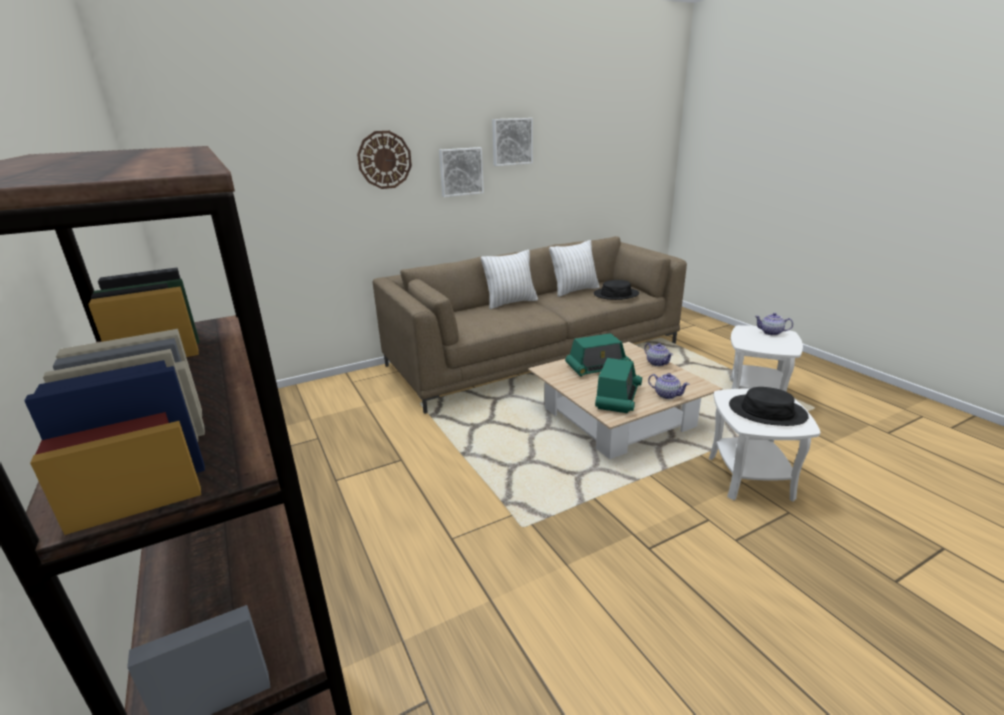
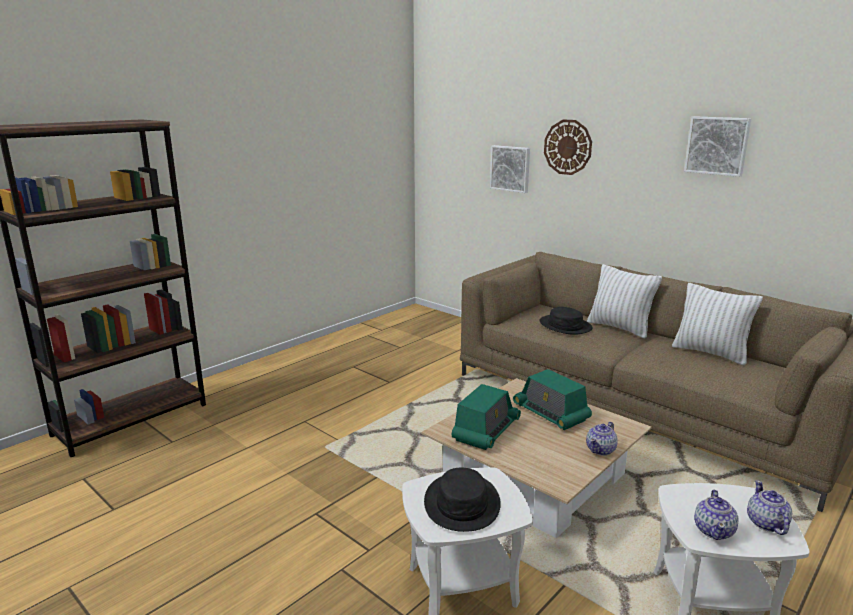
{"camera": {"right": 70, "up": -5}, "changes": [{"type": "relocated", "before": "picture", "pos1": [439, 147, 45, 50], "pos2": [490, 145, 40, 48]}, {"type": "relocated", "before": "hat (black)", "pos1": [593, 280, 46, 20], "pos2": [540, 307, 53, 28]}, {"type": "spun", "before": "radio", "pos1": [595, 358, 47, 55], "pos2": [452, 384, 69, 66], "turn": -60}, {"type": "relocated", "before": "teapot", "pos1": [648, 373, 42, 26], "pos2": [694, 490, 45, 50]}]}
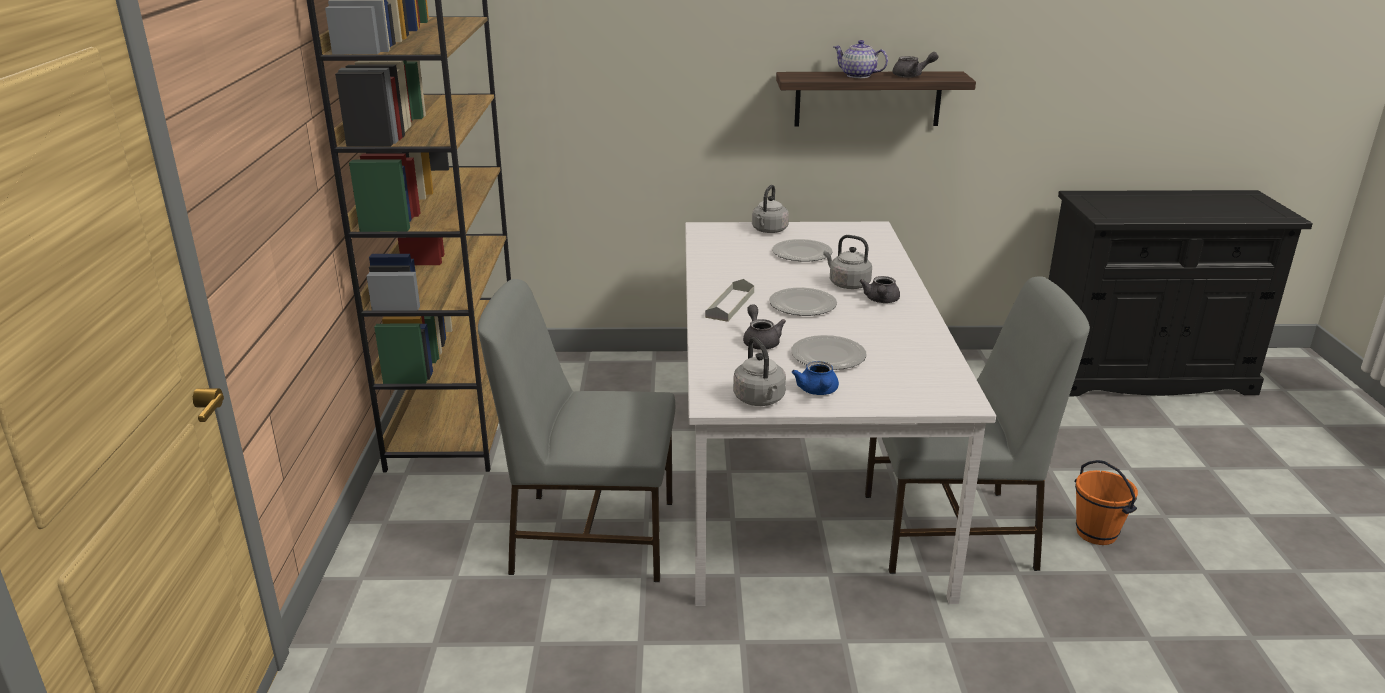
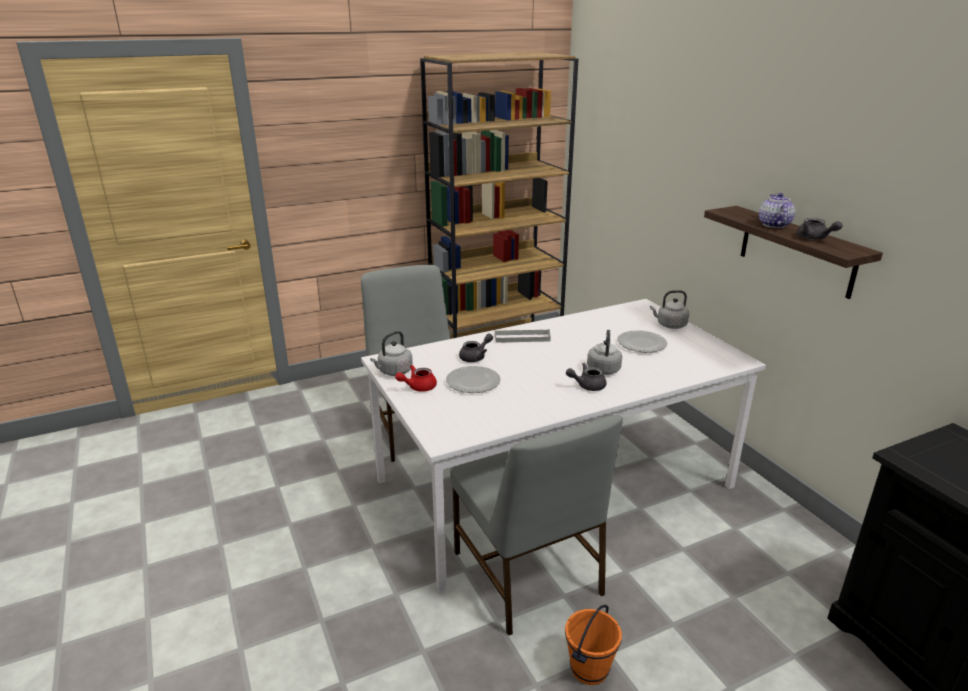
{"camera": {"right": 65, "up": 0}, "changes": [{"type": "missing", "before": "plate", "pos1": [769, 288, 68, 28]}, {"type": "colour", "before": "teapot (blue)", "after": "teapot (red)", "pos1": [792, 361, 47, 34], "pos2": [395, 365, 42, 27]}]}
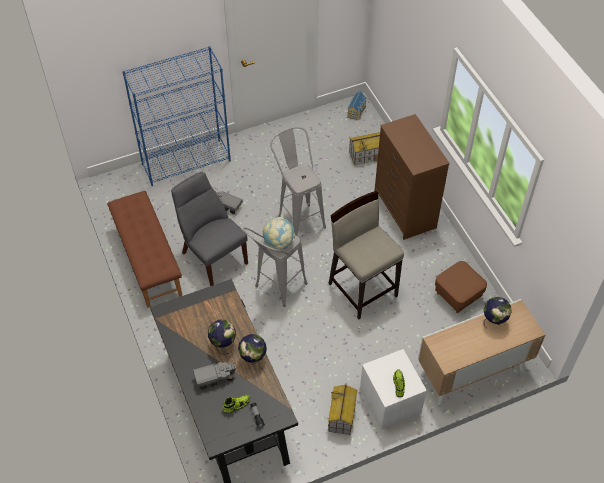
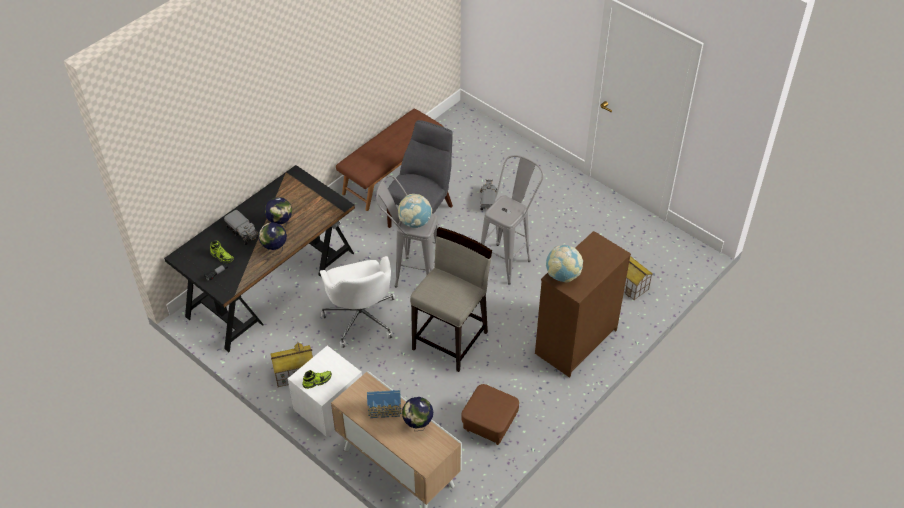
{"camera": {"right": 65, "up": -5}, "changes": [{"type": "missing", "before": "bookcase (blue)", "pos1": [122, 46, 109, 140]}, {"type": "relocated", "before": "toy house", "pos1": [347, 91, 20, 29], "pos2": [367, 390, 35, 28]}, {"type": "appeared", "after": "globe", "pos2": [546, 245, 37, 37]}, {"type": "appeared", "after": "office chair (white)", "pos2": [320, 256, 75, 92]}]}
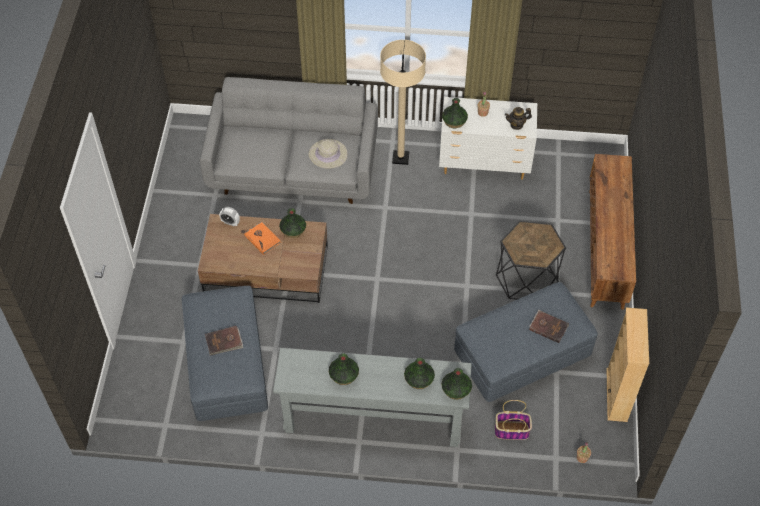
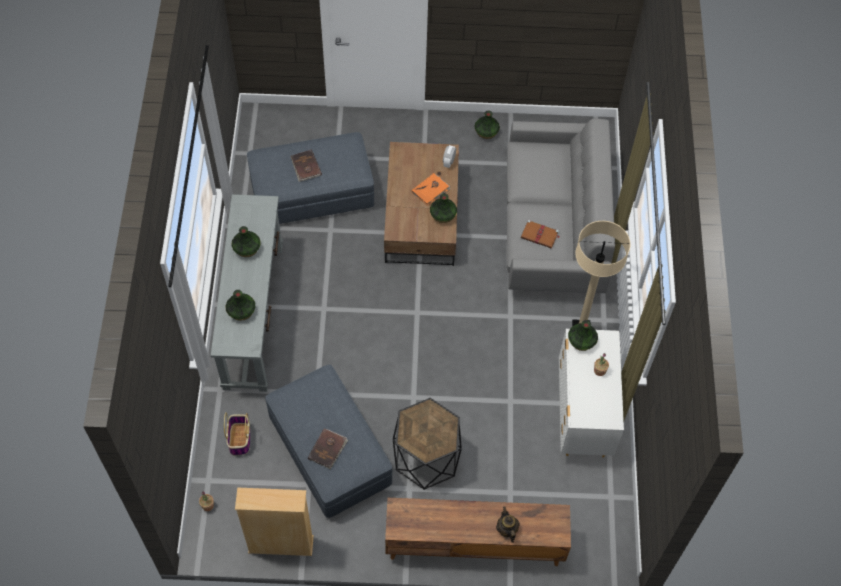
{"camera": {"right": 85, "up": 5}, "changes": [{"type": "relocated", "before": "teapot", "pos1": [505, 107, 27, 23], "pos2": [496, 506, 24, 37]}, {"type": "exchanged", "before": "hat (beige)", "after": "book (brown)", "pos1": [309, 139, 39, 30], "pos2": [521, 220, 39, 28]}, {"type": "relocated", "before": "vase", "pos1": [441, 368, 31, 32], "pos2": [474, 110, 26, 29]}]}
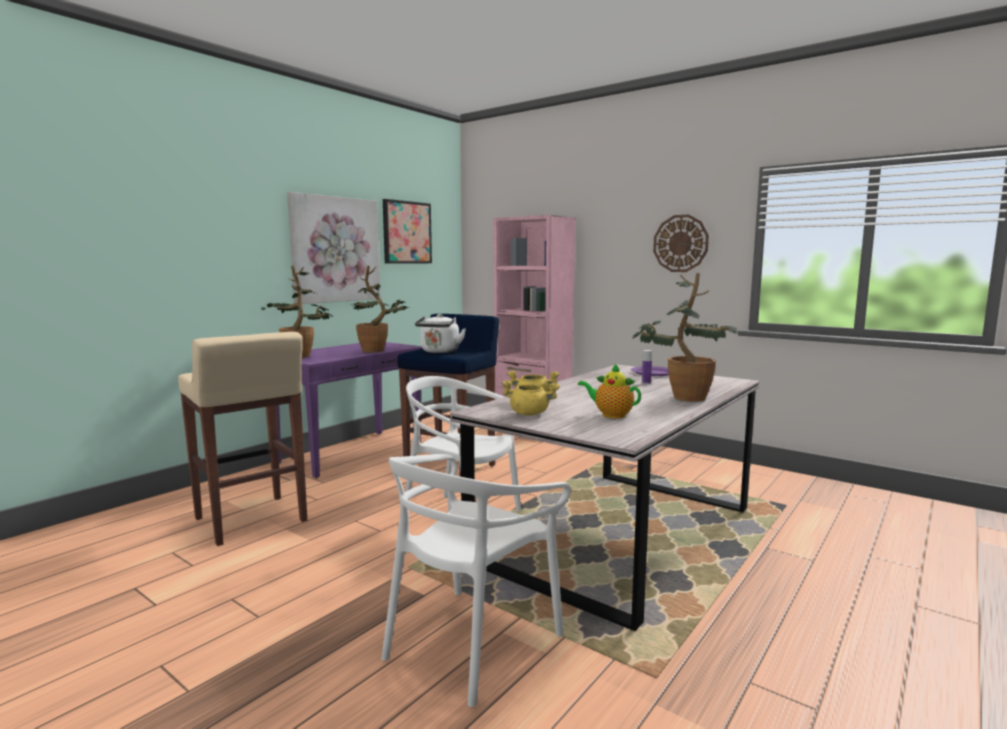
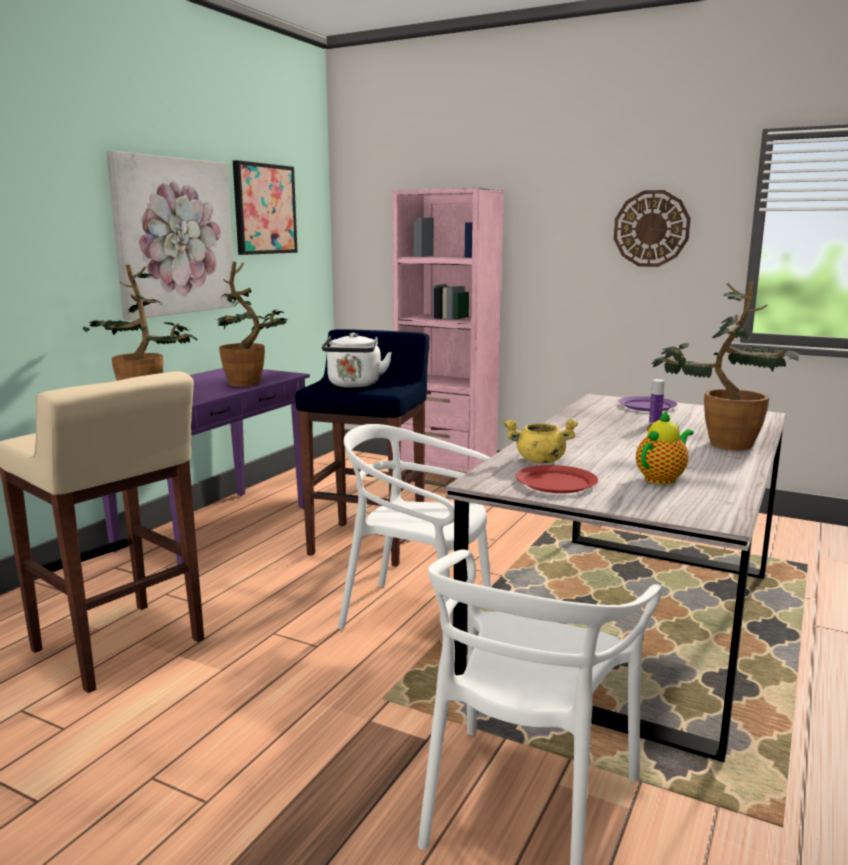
{"camera": {"right": -10, "up": 5}, "changes": [{"type": "spun", "before": "teapot", "pos1": [578, 364, 63, 55], "pos2": [636, 410, 58, 74], "turn": 120}, {"type": "exchanged", "before": "cooking pot (yellow)", "after": "plate (red)", "pos1": [501, 380, 59, 36], "pos2": [516, 465, 82, 28]}]}
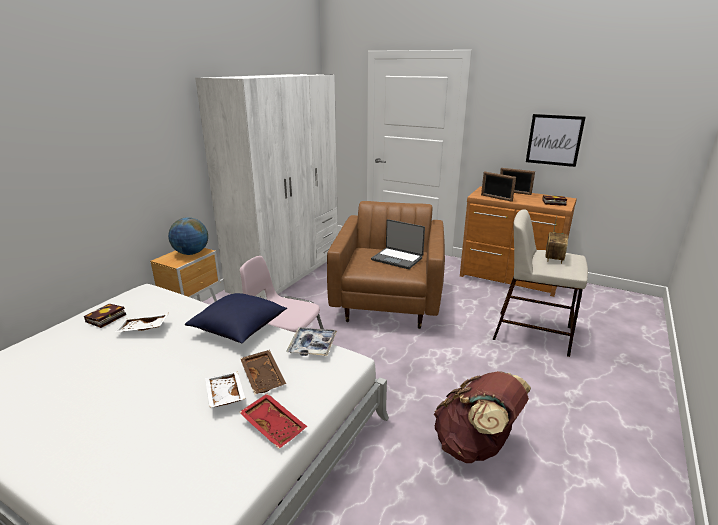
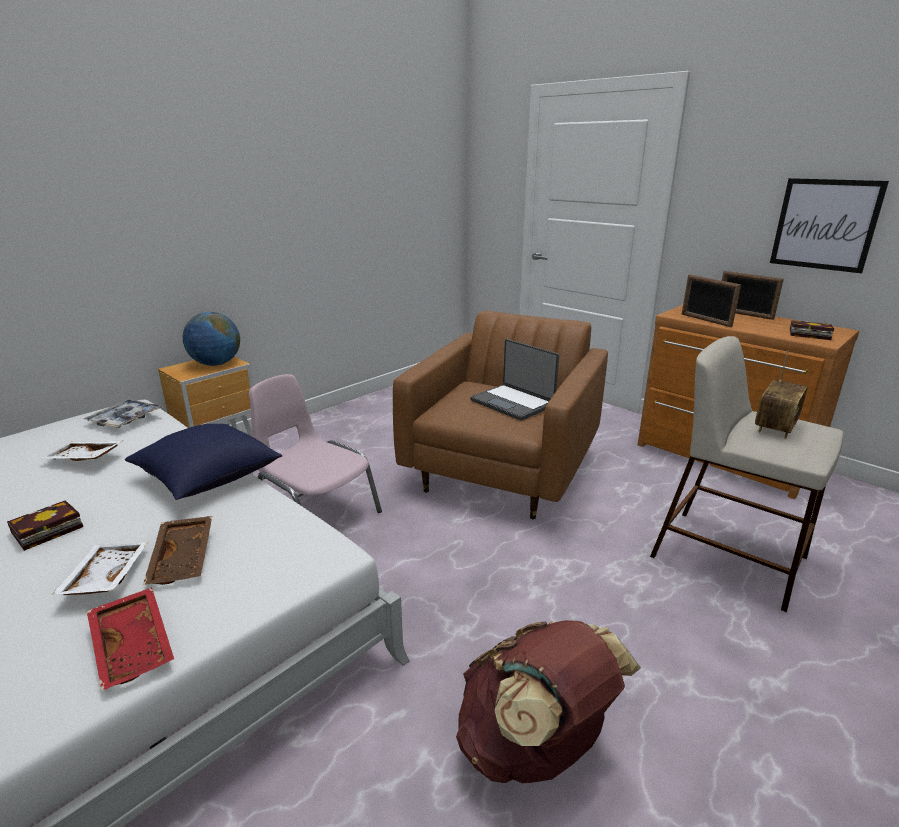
{"camera": {"right": 15, "up": 0}, "changes": [{"type": "missing", "before": "wardrobe (white)", "pos1": [195, 74, 143, 226]}, {"type": "relocated", "before": "book", "pos1": [84, 304, 42, 24], "pos2": [7, 500, 76, 51]}, {"type": "relocated", "before": "tray", "pos1": [287, 327, 50, 29], "pos2": [84, 399, 79, 29]}]}
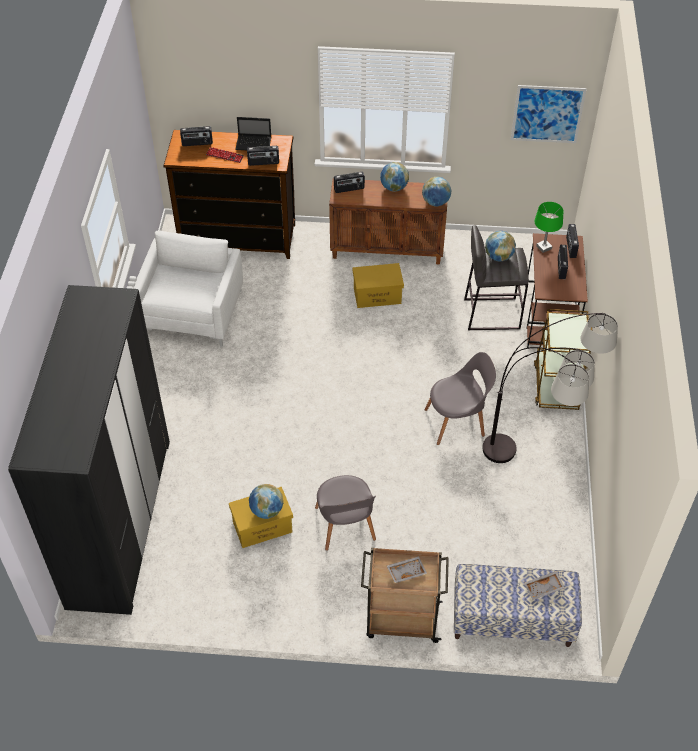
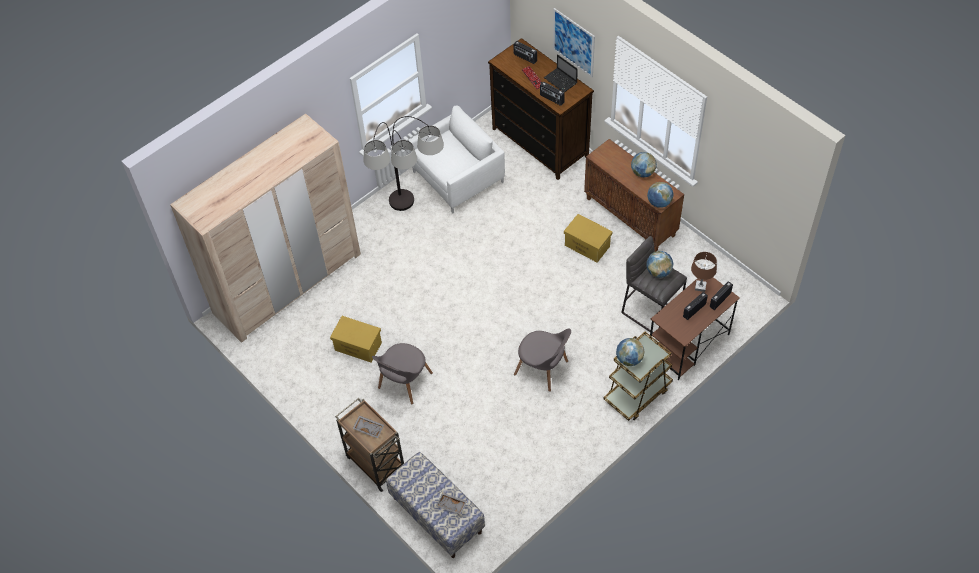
{"camera": {"right": 45, "up": 5}, "changes": [{"type": "relocated", "before": "picture", "pos1": [511, 85, 76, 58], "pos2": [553, 8, 42, 69]}, {"type": "missing", "before": "radio", "pos1": [334, 172, 31, 21]}, {"type": "colour", "before": "table lamp (green)", "after": "table lamp (brown)", "pos1": [535, 202, 28, 51], "pos2": [691, 252, 26, 40]}, {"type": "colour", "before": "wardrobe (black)", "after": "wardrobe (beige)", "pos1": [8, 285, 162, 330], "pos2": [170, 114, 191, 229]}, {"type": "relocated", "before": "floor lamp", "pos1": [482, 313, 136, 150], "pos2": [363, 116, 81, 95]}, {"type": "relocated", "before": "globe", "pos1": [249, 484, 34, 35], "pos2": [616, 338, 29, 28]}]}
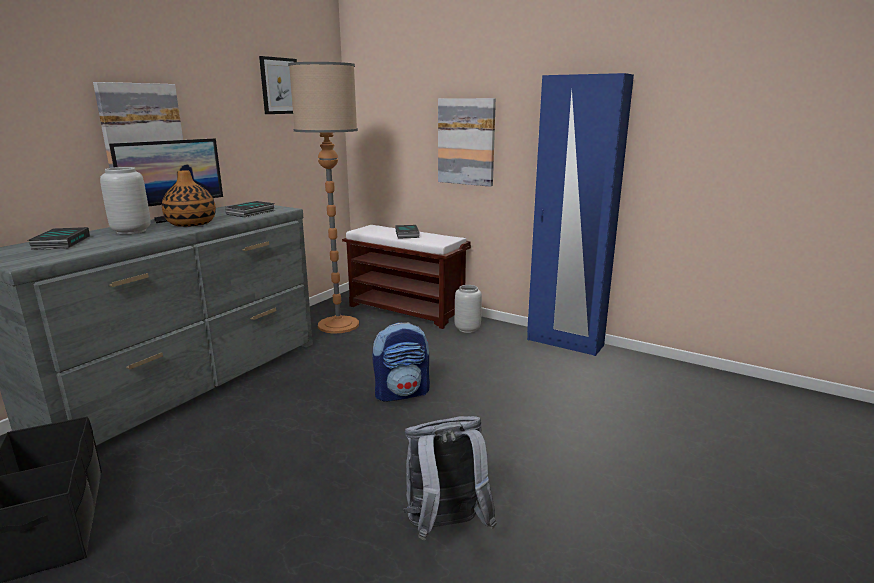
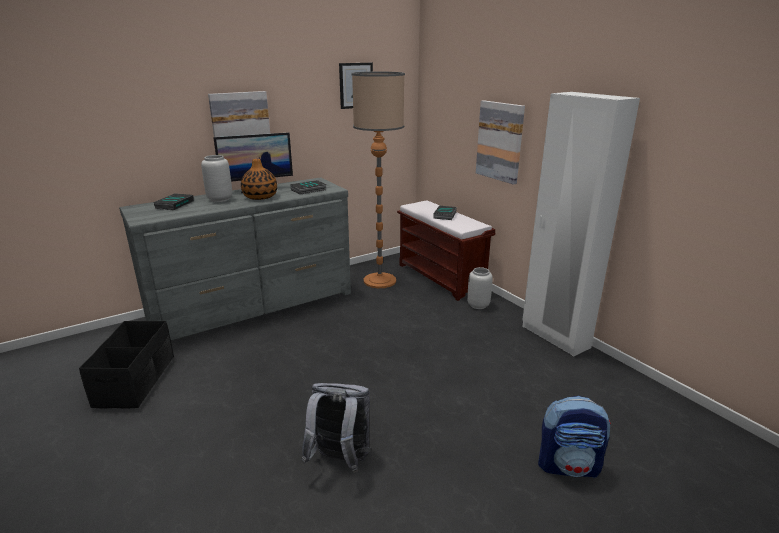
{"camera": {"right": 25, "up": 5}, "changes": [{"type": "colour", "before": "wardrobe (blue)", "after": "wardrobe (white)", "pos1": [527, 73, 107, 283], "pos2": [522, 92, 118, 265]}, {"type": "relocated", "before": "backpack", "pos1": [372, 322, 58, 80], "pos2": [538, 396, 73, 82]}]}
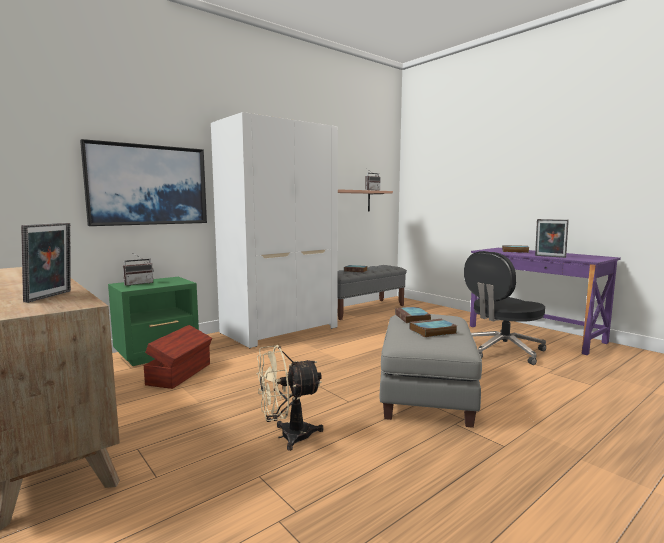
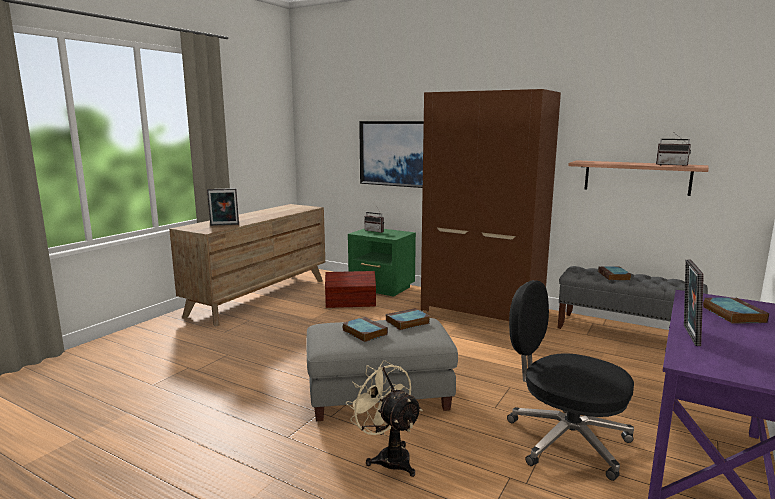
{"camera": {"right": 70, "up": 5}, "changes": [{"type": "colour", "before": "wardrobe (white)", "after": "wardrobe (brown)", "pos1": [211, 112, 127, 236], "pos2": [421, 89, 140, 232]}, {"type": "relocated", "before": "fan (beige)", "pos1": [257, 345, 67, 106], "pos2": [346, 360, 77, 117]}]}
